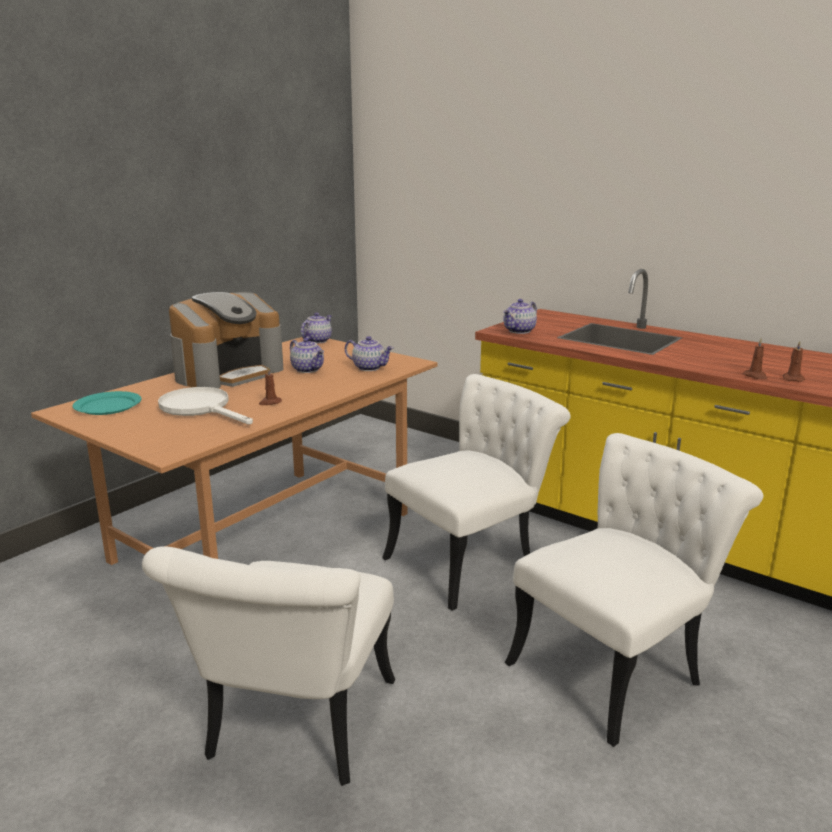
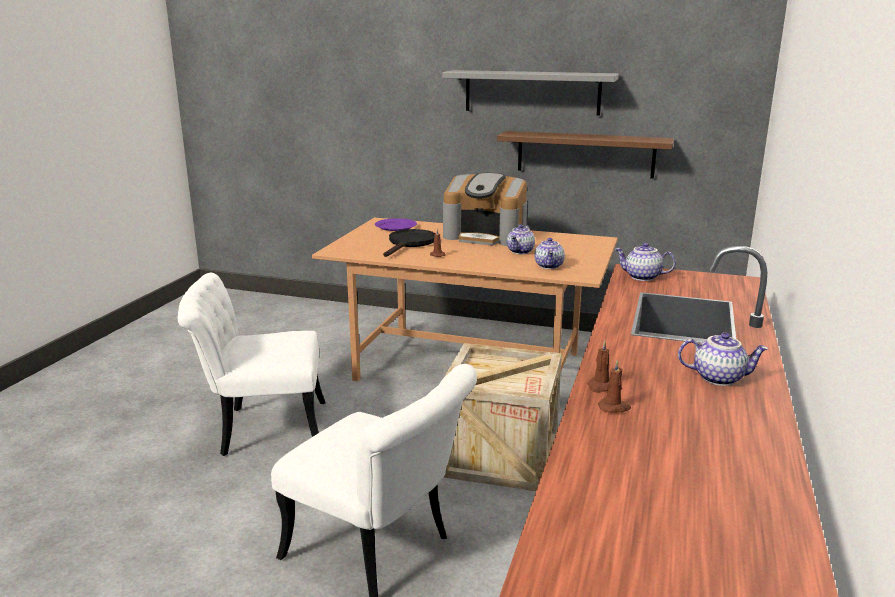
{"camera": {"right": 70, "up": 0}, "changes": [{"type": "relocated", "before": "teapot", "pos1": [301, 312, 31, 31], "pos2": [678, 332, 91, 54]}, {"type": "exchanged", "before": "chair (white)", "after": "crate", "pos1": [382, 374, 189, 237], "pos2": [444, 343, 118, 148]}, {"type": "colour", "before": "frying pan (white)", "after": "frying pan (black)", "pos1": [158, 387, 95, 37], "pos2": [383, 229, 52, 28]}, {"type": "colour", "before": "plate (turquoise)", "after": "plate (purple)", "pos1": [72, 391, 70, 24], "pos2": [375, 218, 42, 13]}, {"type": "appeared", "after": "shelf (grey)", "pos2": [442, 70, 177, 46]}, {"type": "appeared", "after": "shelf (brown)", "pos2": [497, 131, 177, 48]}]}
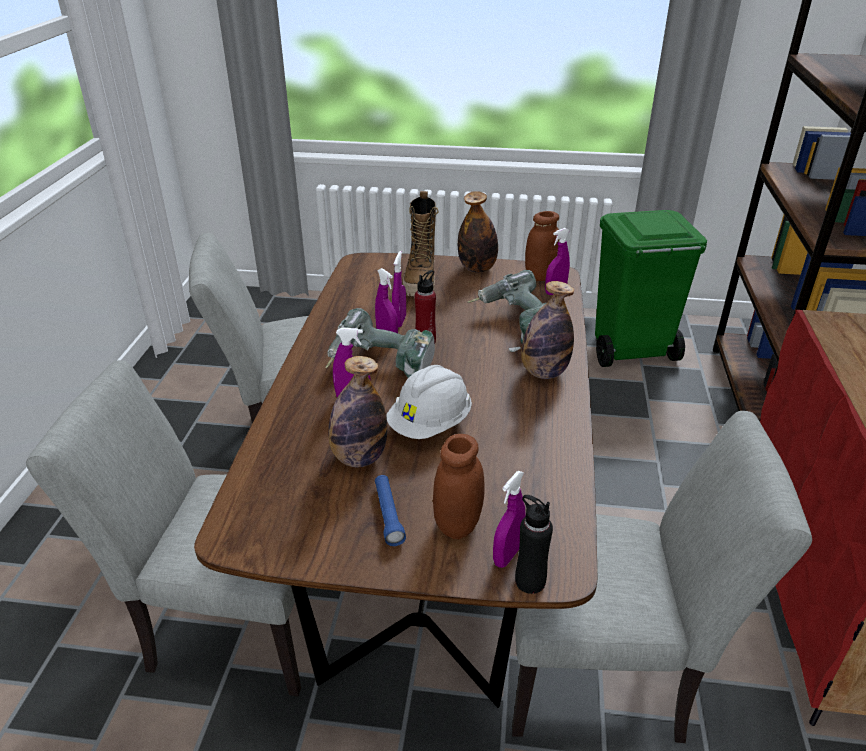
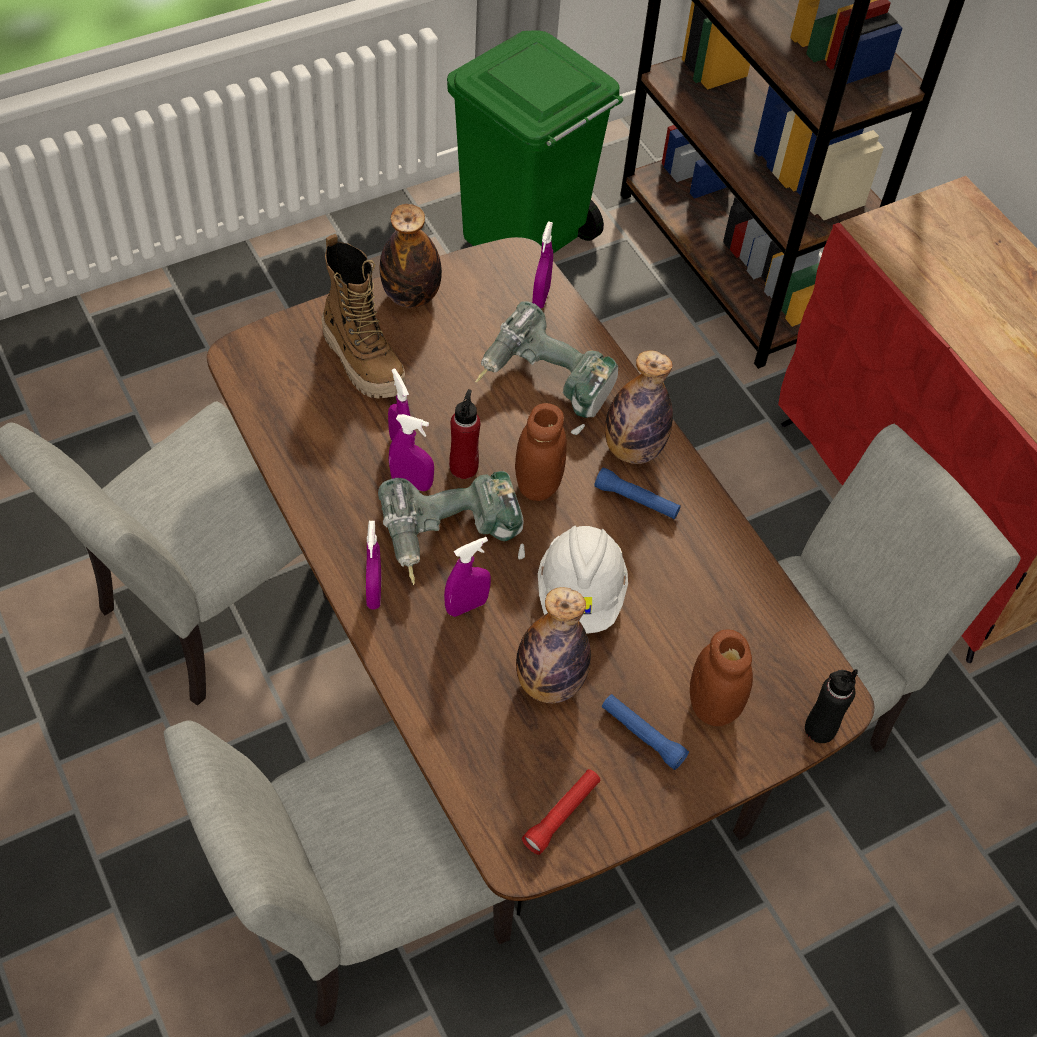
{"camera": {"right": -40, "up": 20}, "changes": [{"type": "relocated", "before": "jar (brown)", "pos1": [525, 211, 34, 70], "pos2": [515, 403, 52, 98]}, {"type": "relocated", "before": "spray bottle (purple)", "pos1": [493, 471, 33, 97], "pos2": [366, 521, 15, 89]}, {"type": "appeared", "after": "flashlight (blue)", "pos2": [594, 467, 87, 52]}, {"type": "appeared", "after": "flashlight (red)", "pos2": [522, 769, 79, 86]}]}
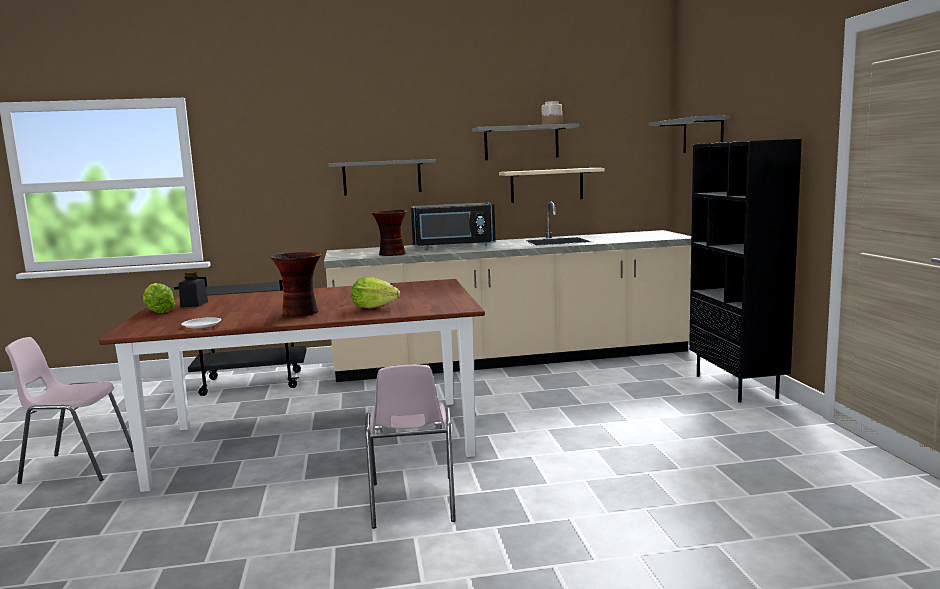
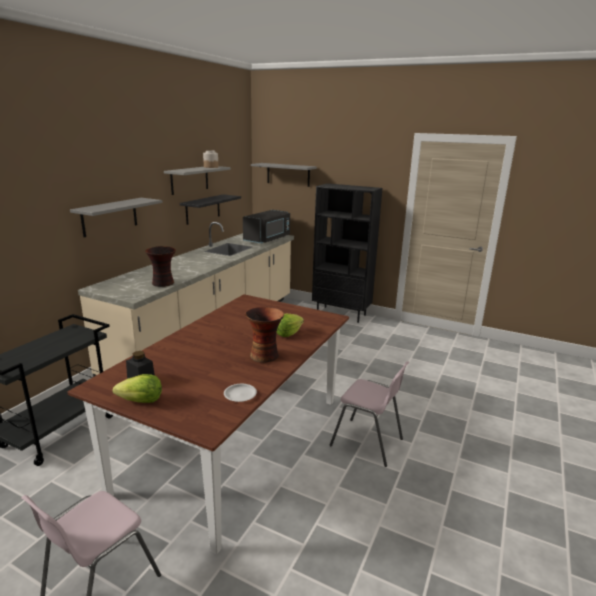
{"camera": {"right": -55, "up": 10}, "changes": [{"type": "colour", "before": "shelf (beige)", "after": "shelf (black)", "pos1": [499, 168, 106, 35], "pos2": [180, 194, 61, 31]}, {"type": "relocated", "before": "microwave (black)", "pos1": [411, 202, 85, 47], "pos2": [243, 210, 47, 33]}]}
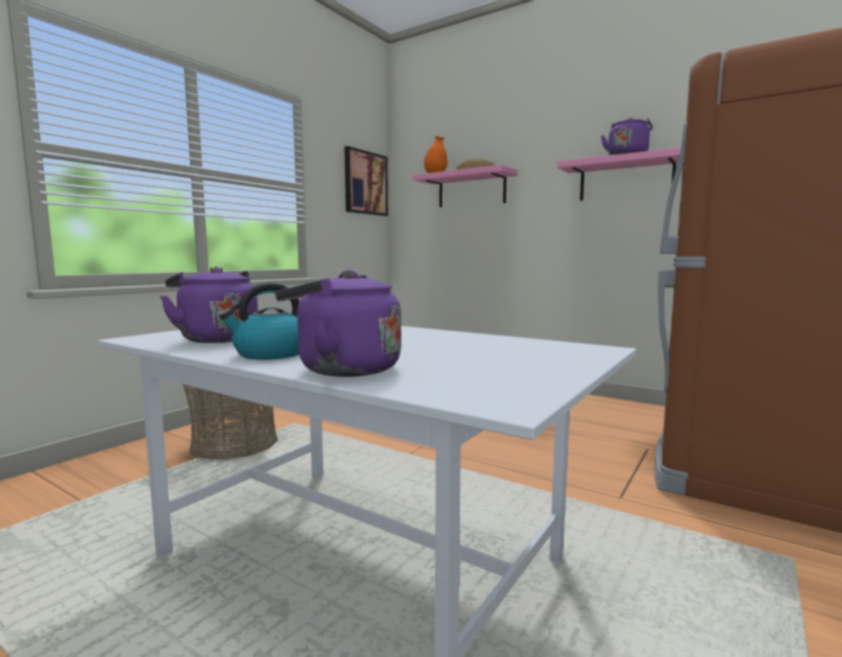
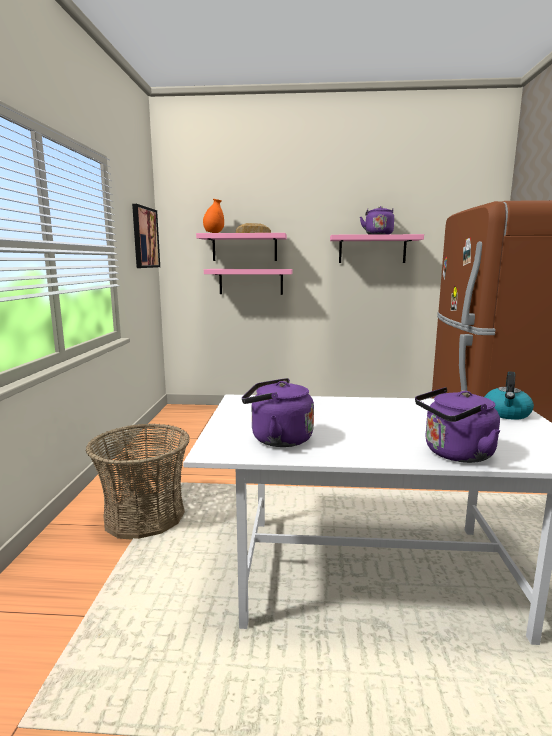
{"camera": {"right": -30, "up": 5}, "changes": [{"type": "relocated", "before": "kettle", "pos1": [219, 283, 81, 77], "pos2": [485, 371, 49, 49]}, {"type": "appeared", "after": "shelf (pink)", "pos2": [204, 269, 88, 26]}]}
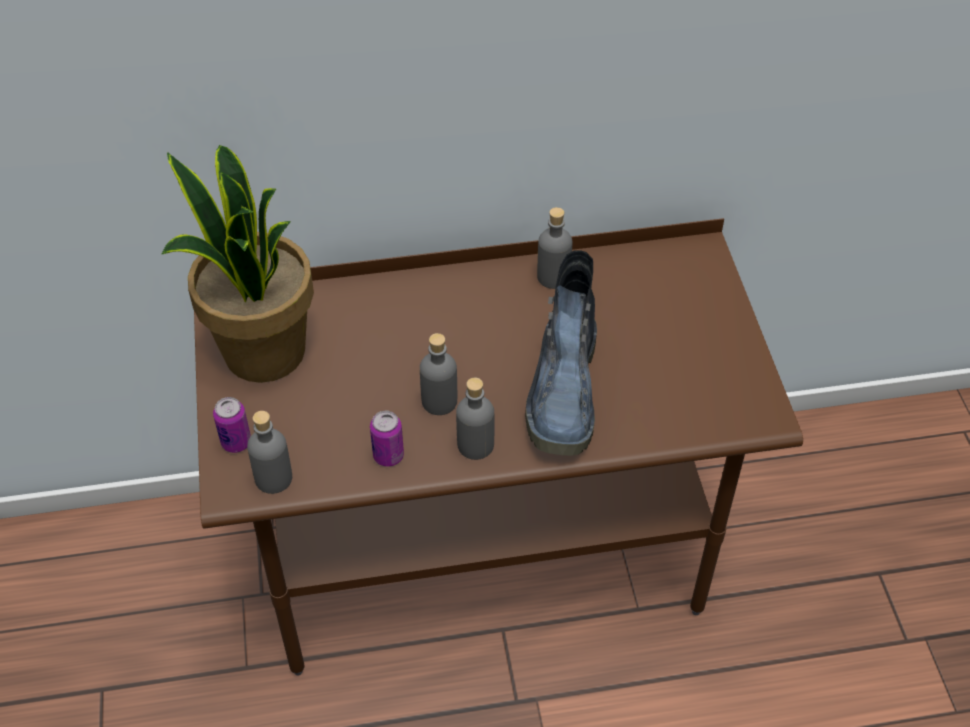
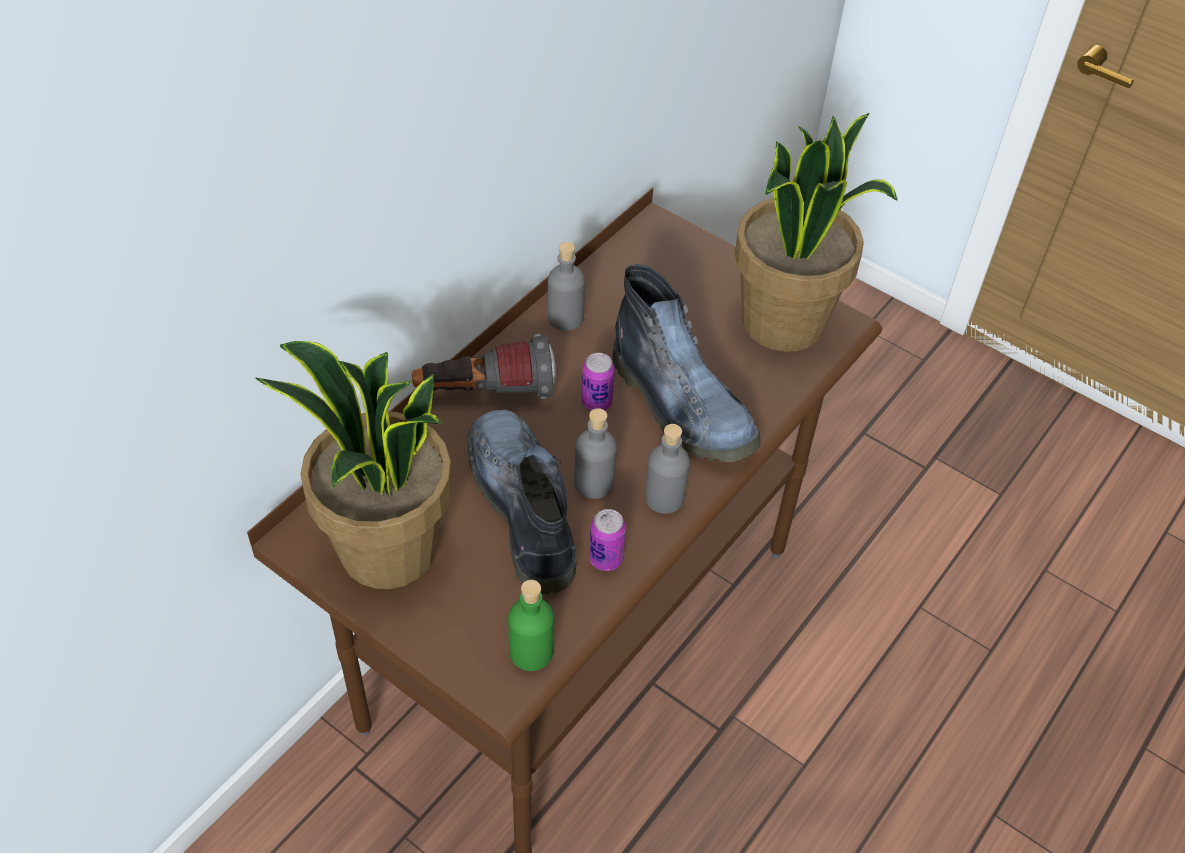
{"camera": {"right": -45, "up": 0}, "changes": [{"type": "relocated", "before": "can", "pos1": [213, 397, 38, 56], "pos2": [581, 353, 34, 58]}, {"type": "colour", "before": "bottle (grey)", "after": "bottle (green)", "pos1": [247, 411, 45, 83], "pos2": [508, 580, 46, 91]}, {"type": "appeared", "after": "potted plant", "pos2": [734, 113, 164, 239]}, {"type": "appeared", "after": "flashlight", "pos2": [412, 334, 144, 65]}, {"type": "appeared", "after": "boot", "pos2": [468, 409, 108, 185]}]}
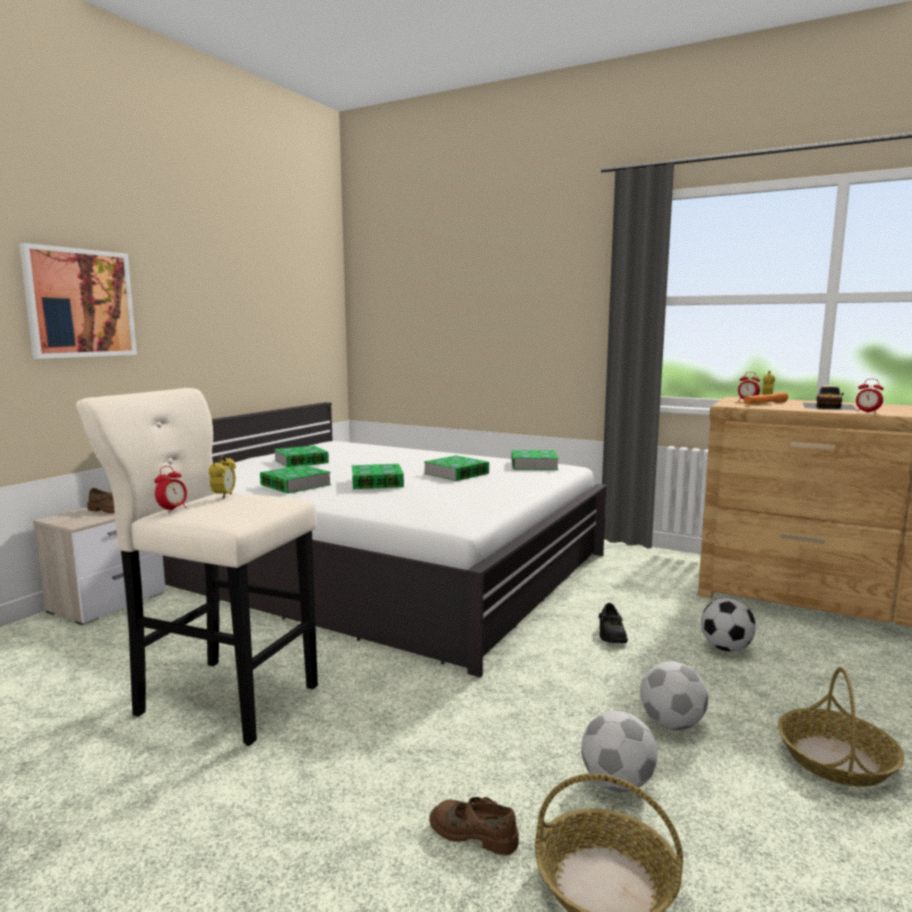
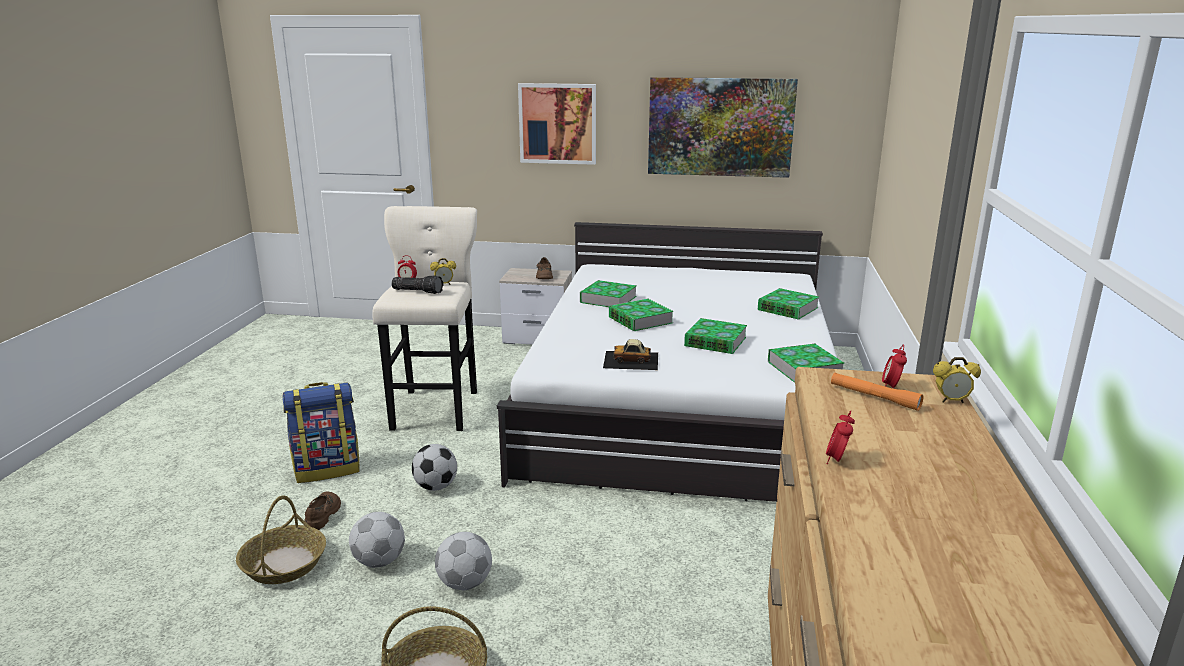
{"camera": {"right": 70, "up": 10}, "changes": [{"type": "relocated", "before": "toy car", "pos1": [803, 385, 54, 25], "pos2": [603, 339, 55, 31]}, {"type": "relocated", "before": "book", "pos1": [274, 445, 55, 23], "pos2": [758, 288, 61, 32]}, {"type": "relocated", "before": "football", "pos1": [701, 598, 55, 53], "pos2": [412, 444, 45, 47]}, {"type": "missing", "before": "shoe (black)", "pos1": [599, 603, 29, 40]}, {"type": "appeared", "after": "picture", "pos2": [648, 77, 150, 101]}, {"type": "appeared", "after": "flashlight", "pos2": [391, 275, 53, 19]}, {"type": "appeared", "after": "backpack", "pos2": [282, 382, 78, 101]}]}
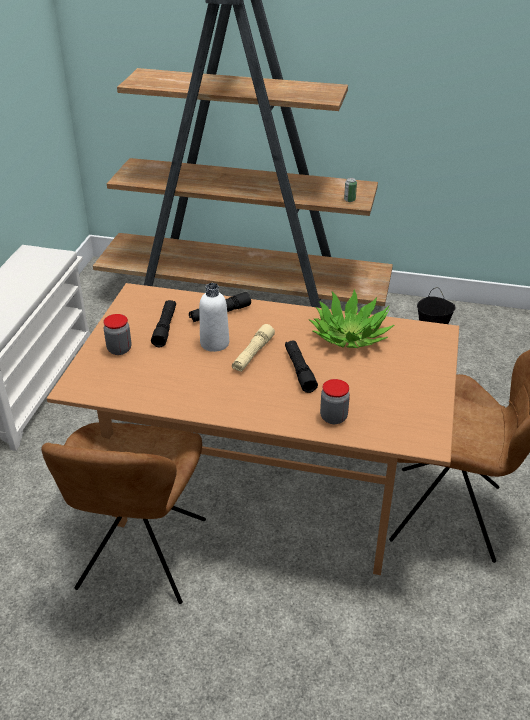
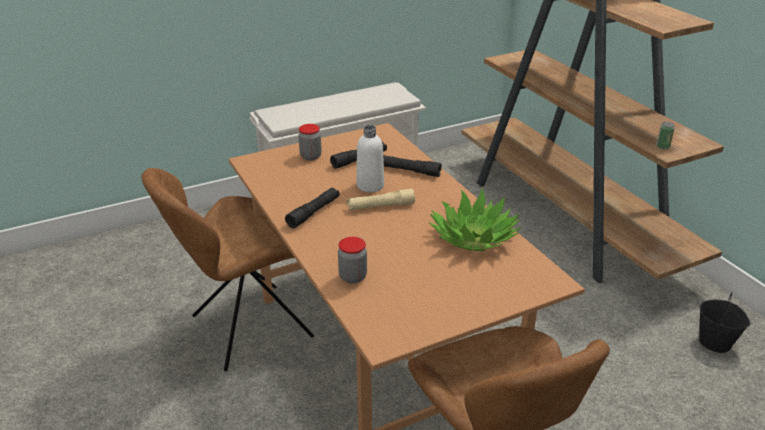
{"camera": {"right": 50, "up": -5}, "changes": [{"type": "relocated", "before": "flashlight (black)", "pos1": [285, 341, 33, 52], "pos2": [285, 188, 55, 40]}]}
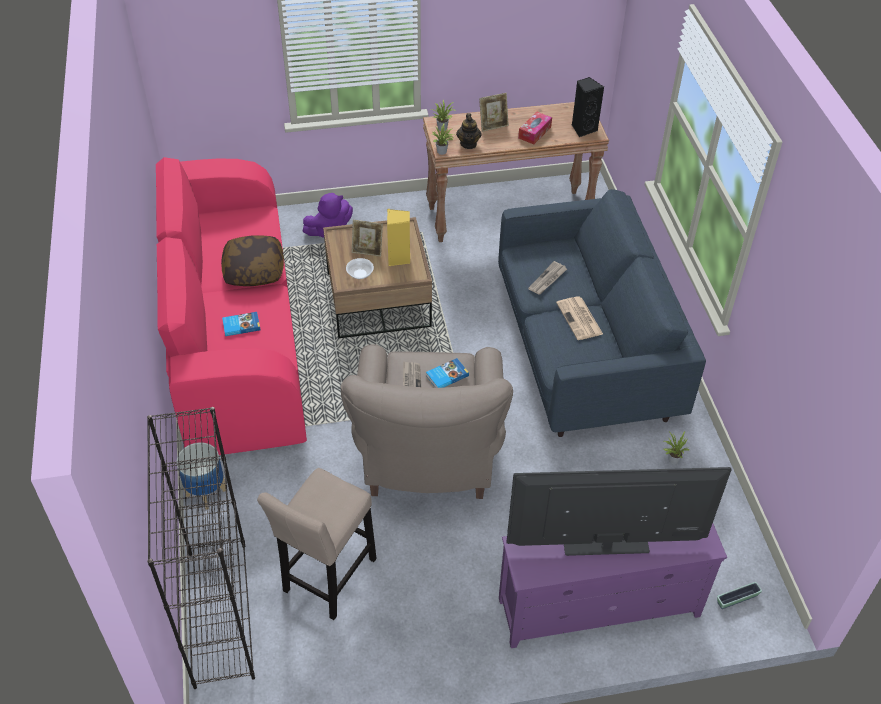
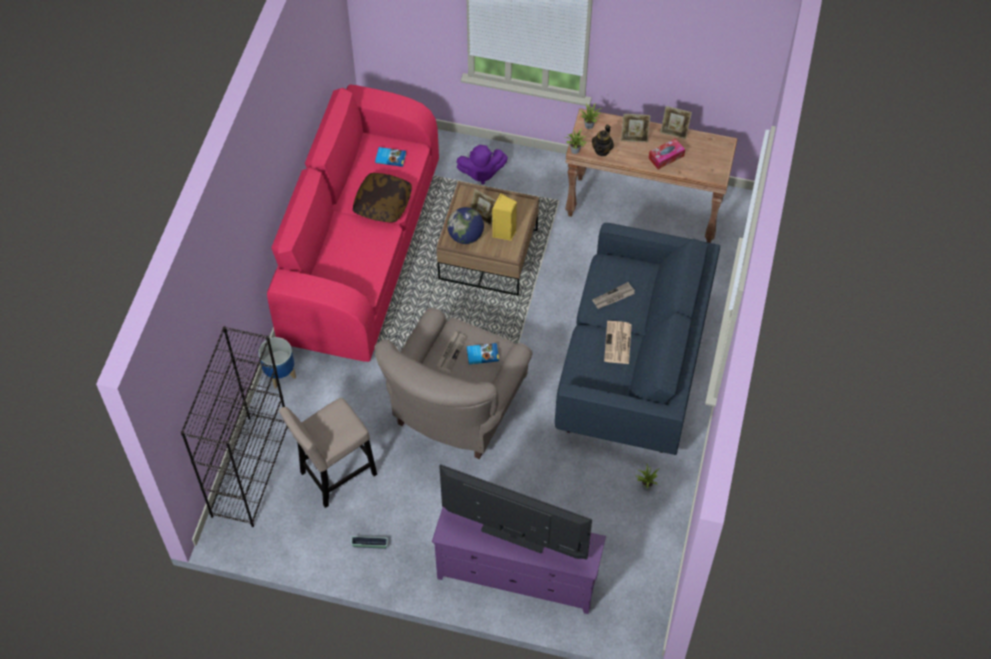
{"camera": {"right": 25, "up": 10}, "changes": [{"type": "missing", "before": "speaker (black)", "pos1": [572, 77, 32, 60]}, {"type": "exchanged", "before": "bowl", "after": "globe", "pos1": [346, 258, 28, 21], "pos2": [447, 207, 37, 37]}, {"type": "relocated", "before": "book", "pos1": [222, 312, 39, 24], "pos2": [375, 147, 31, 20]}, {"type": "relocated", "before": "planter", "pos1": [717, 582, 45, 27], "pos2": [351, 536, 37, 13]}, {"type": "appeared", "after": "picture frame", "pos2": [660, 106, 32, 33]}]}
